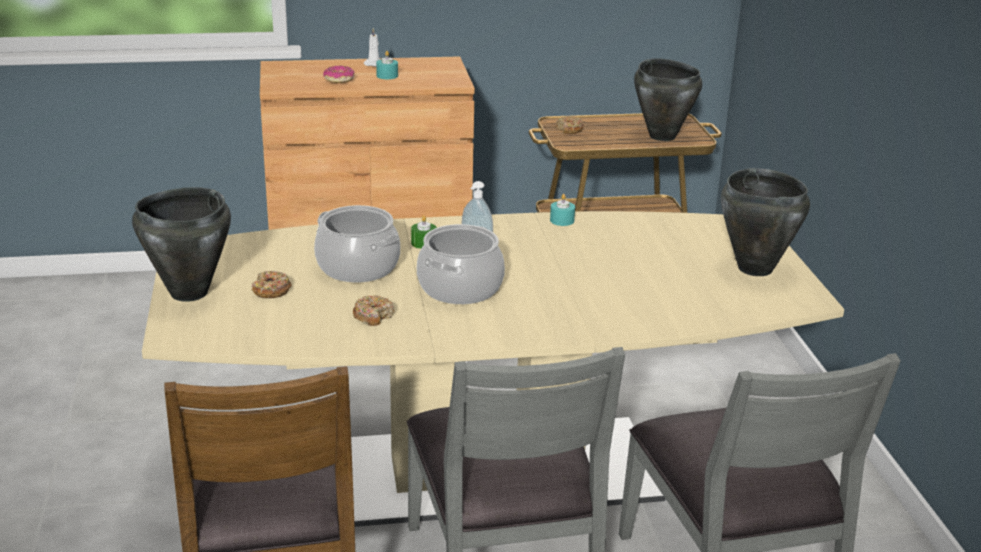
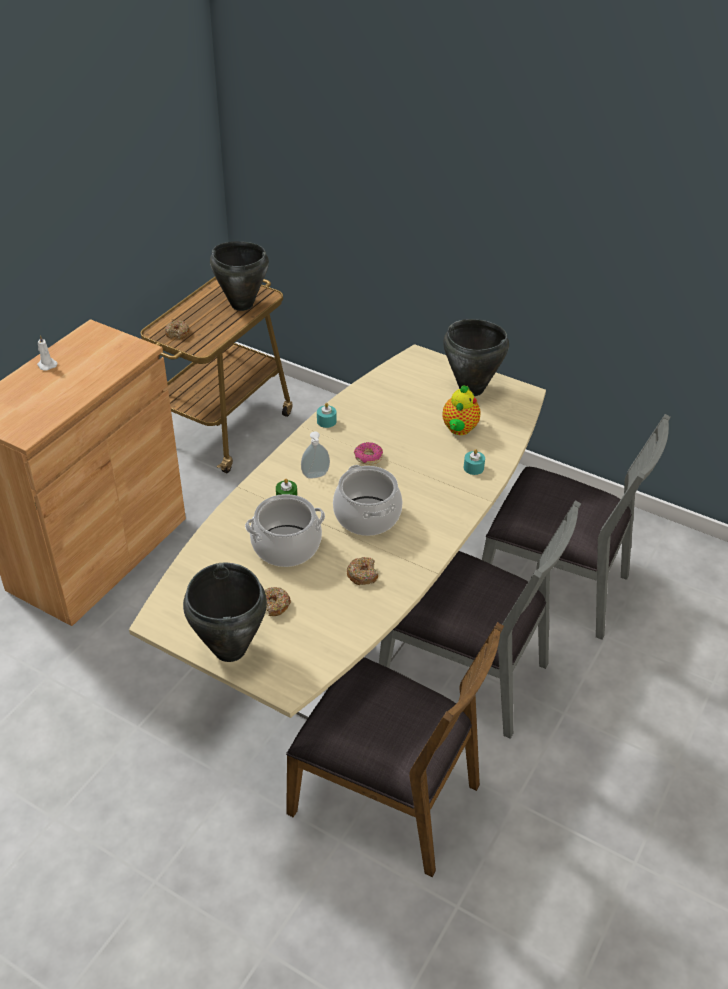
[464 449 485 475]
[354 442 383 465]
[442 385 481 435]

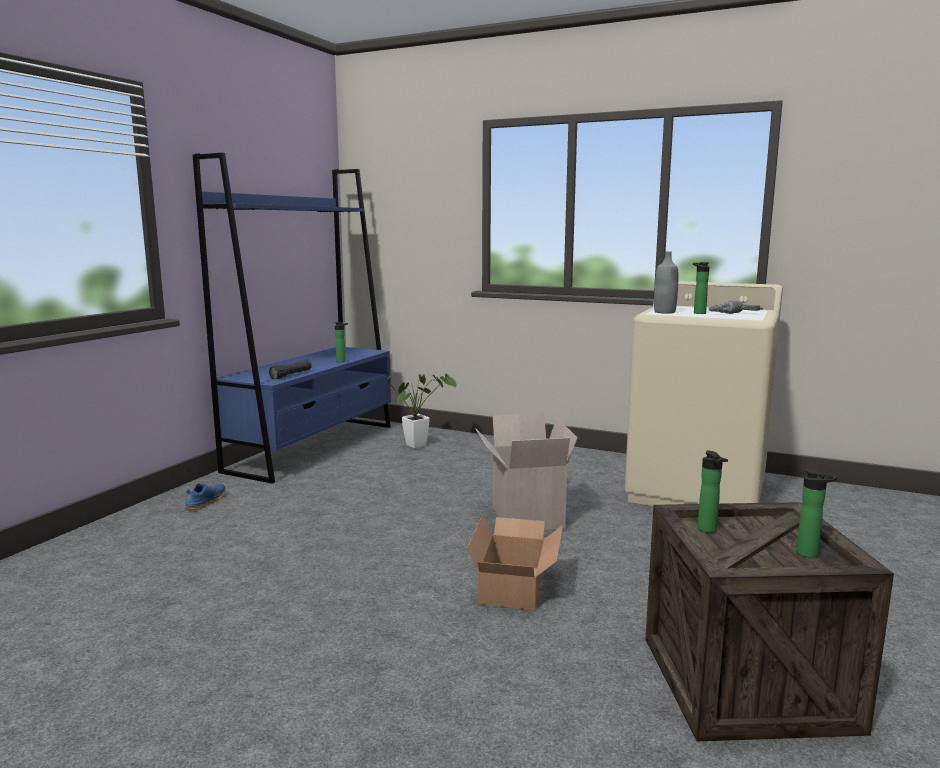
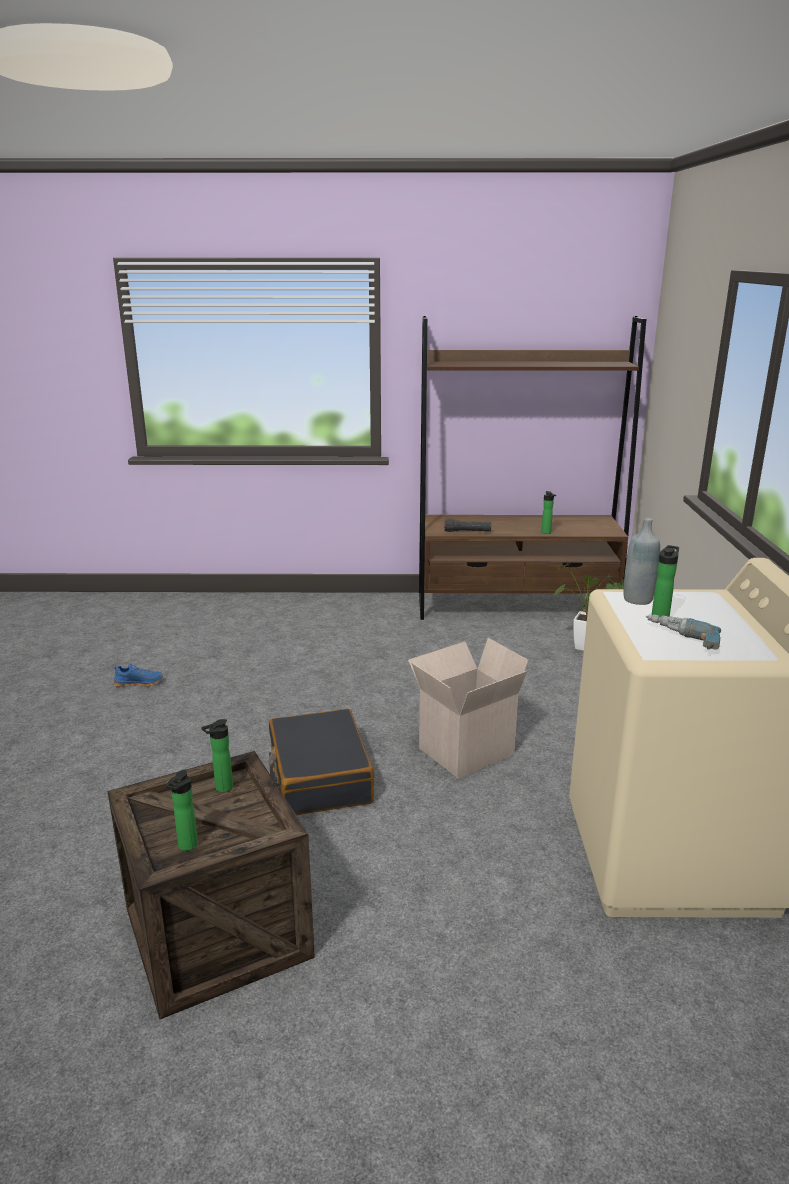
[419 316 646 620]
[112 663 163 687]
[268 709 374 815]

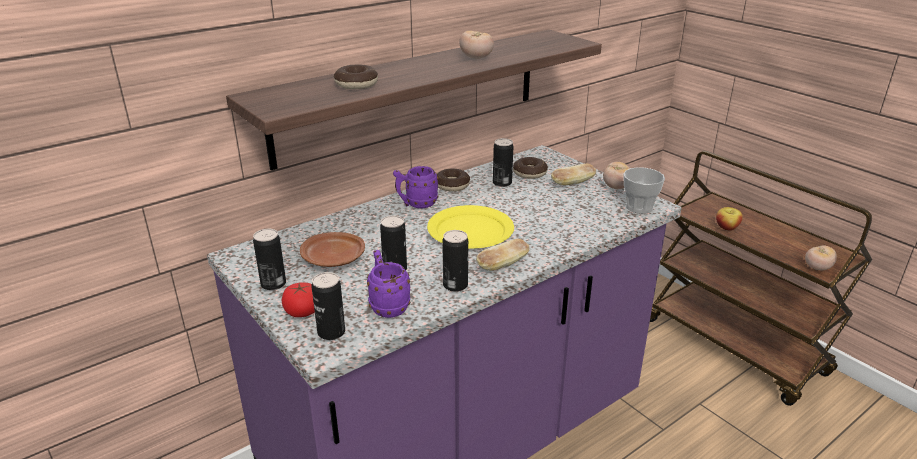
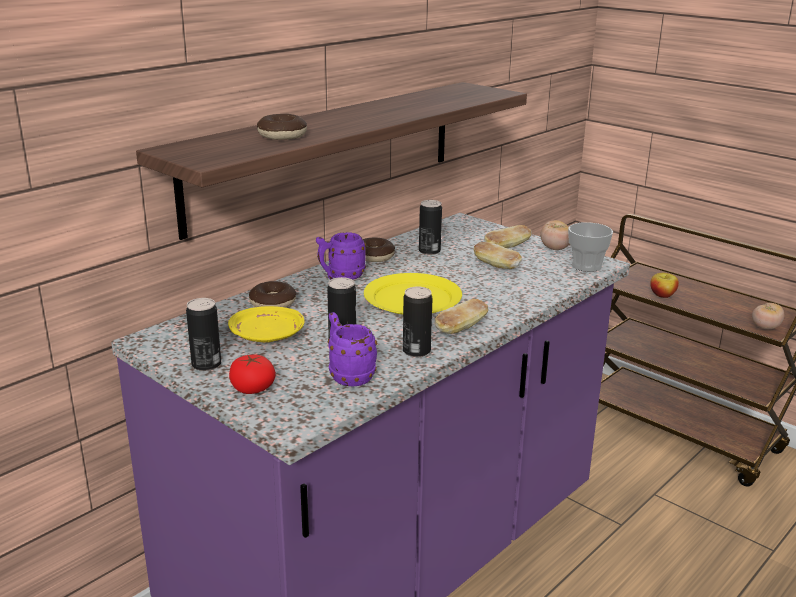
[459 31 494 59] (first image)
[249 281 296 308]
[228 306 304 342]
[311 272 345 340] (first image)
[474 242 522 269]

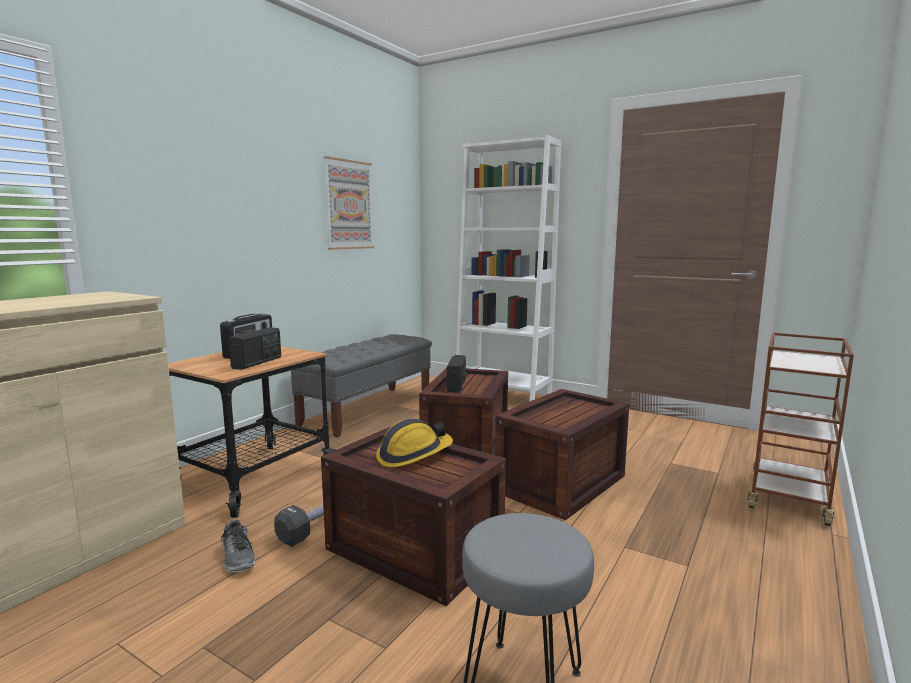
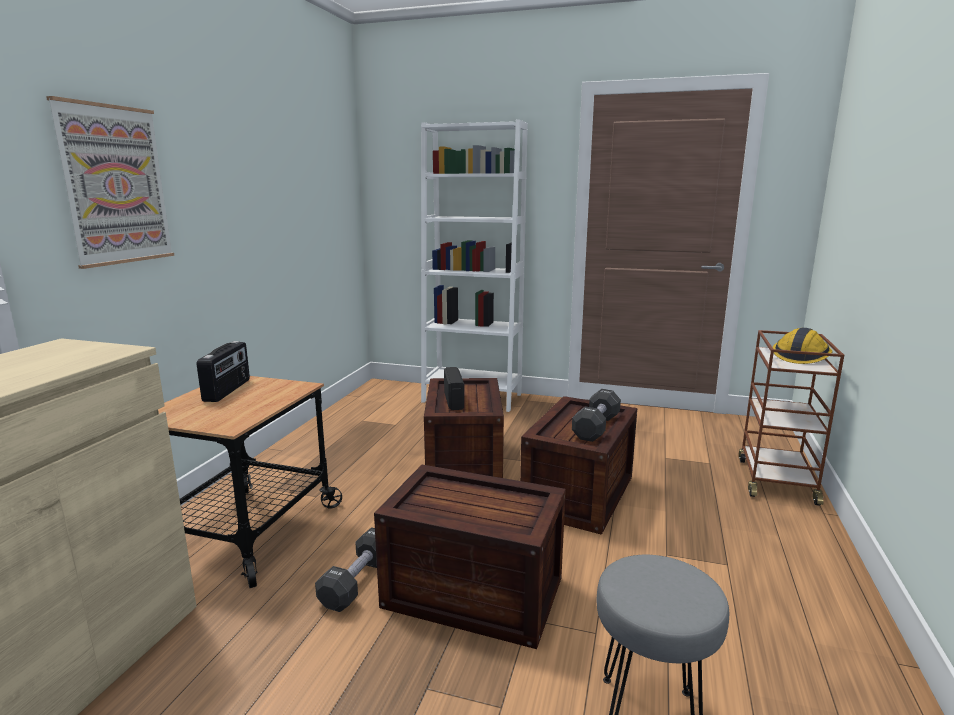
[46 96 174 269]
[228 327 281 370] (first image)
[291 334 432 438] (first image)
[773 328 832 364]
[221 520 255 572] (first image)
[572 389 621 442]

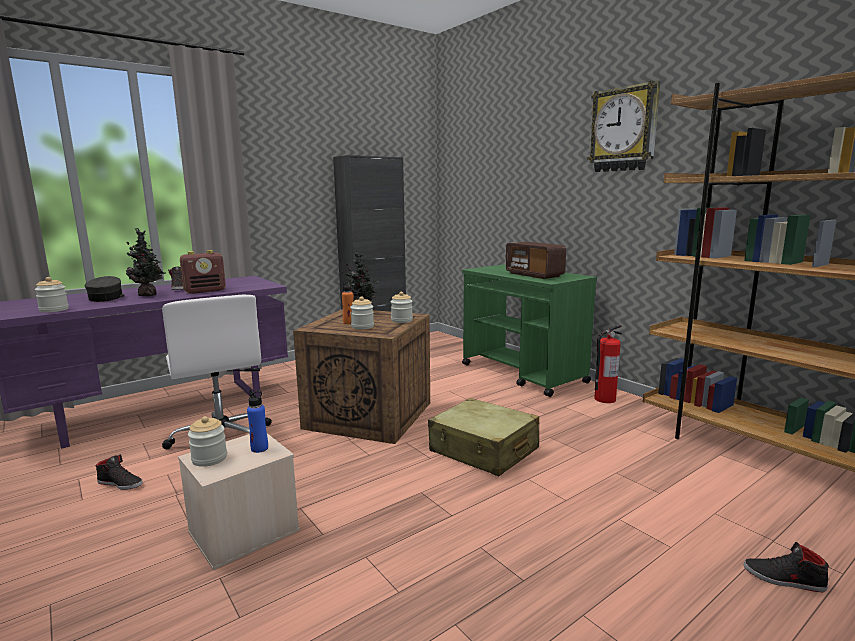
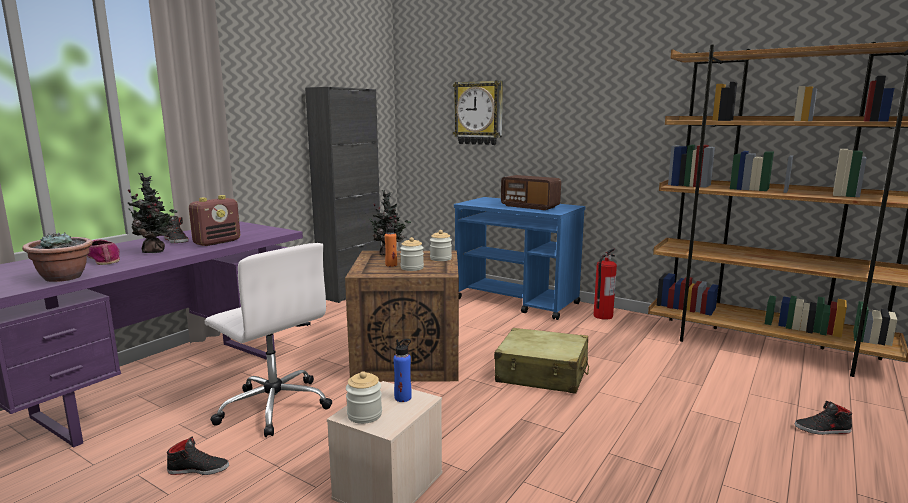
[453 80 503 145]
[454 197 585 320]
[87 239 120 265]
[22 232 93 282]

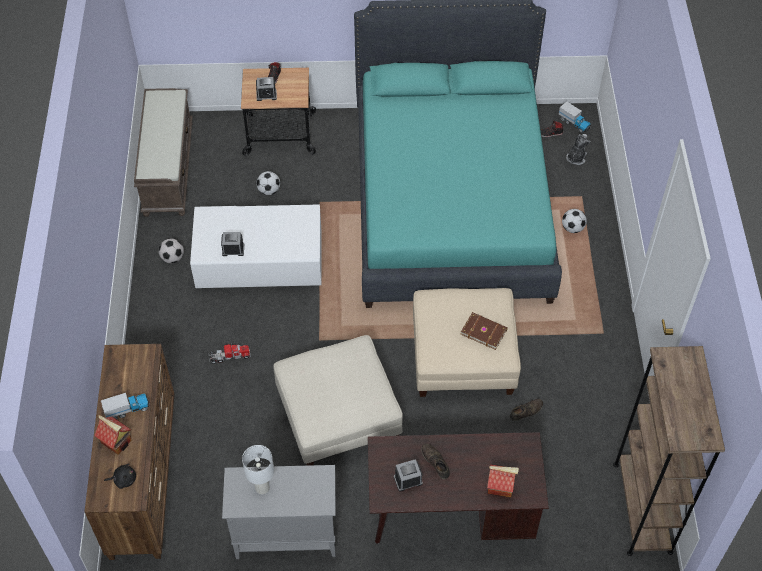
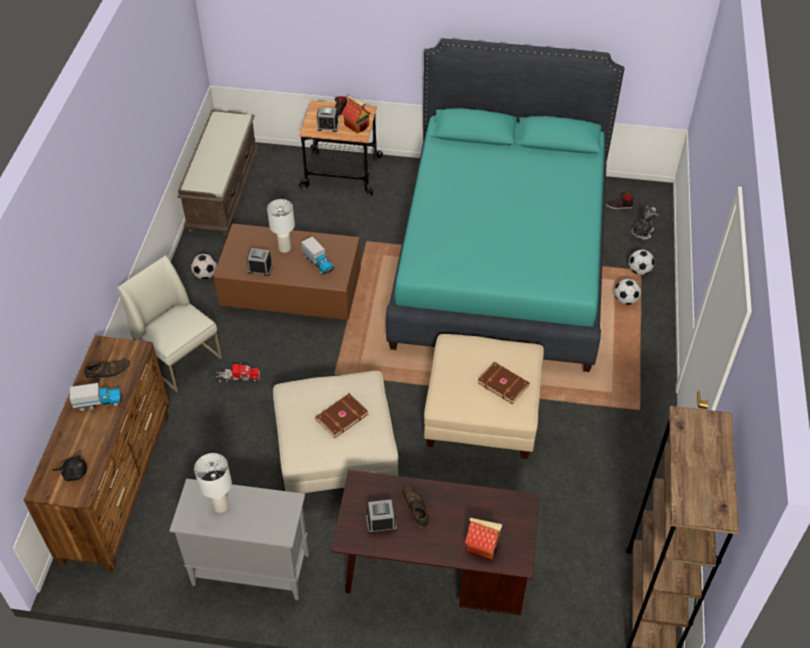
[301 237 334 275]
[629 250 655 275]
[214 224 361 320]
[85 359 130 380]
[342 96 371 134]
[267 199 295 253]
[117 255 222 392]
[315 394 369 438]

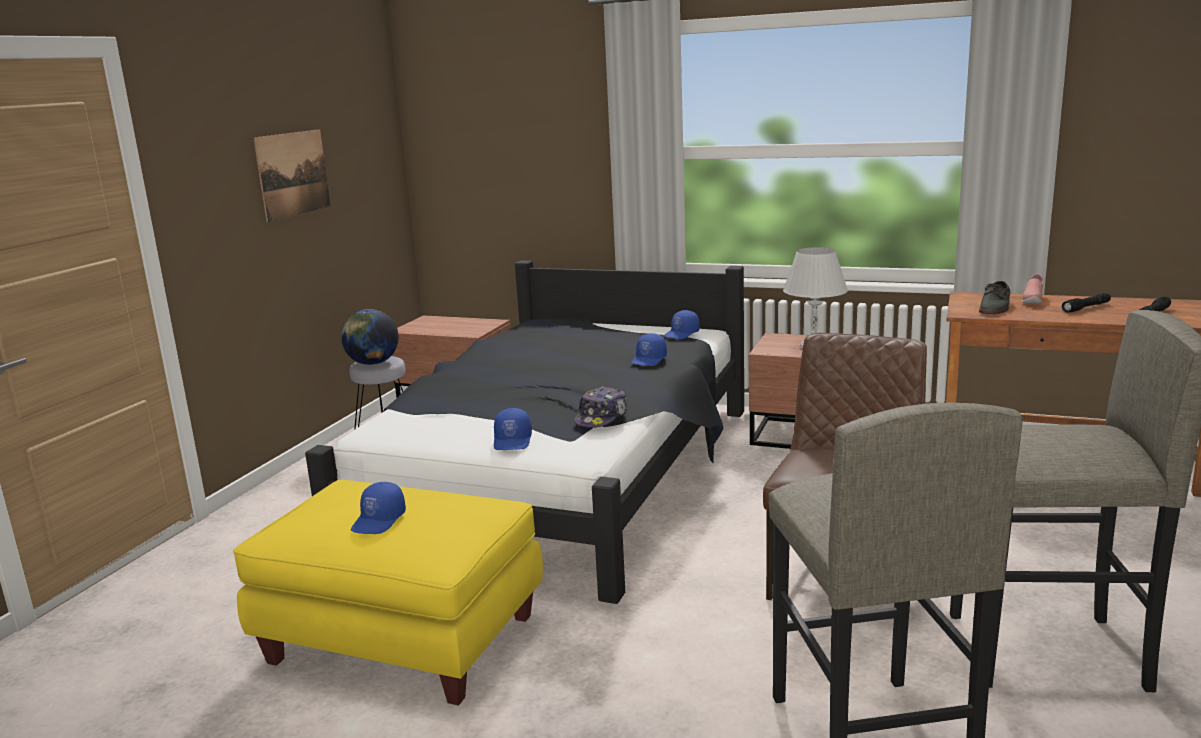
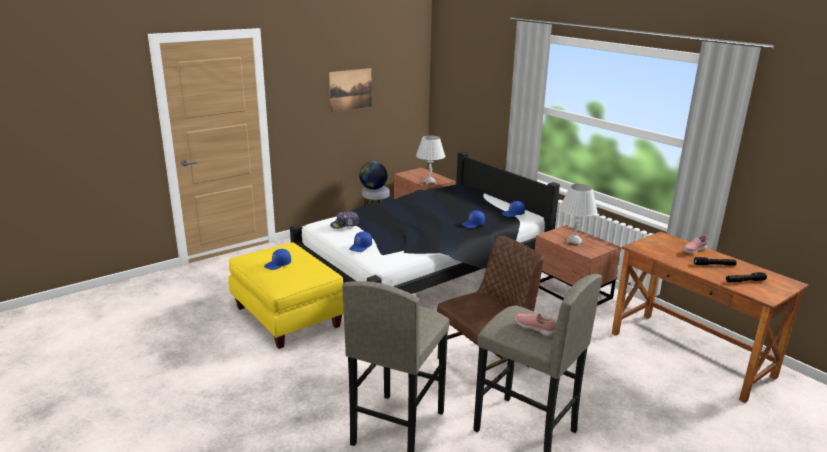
[979 281 1010 314] (first image)
[330 211 359 229]
[416 136 445 185]
[515 314 555 336]

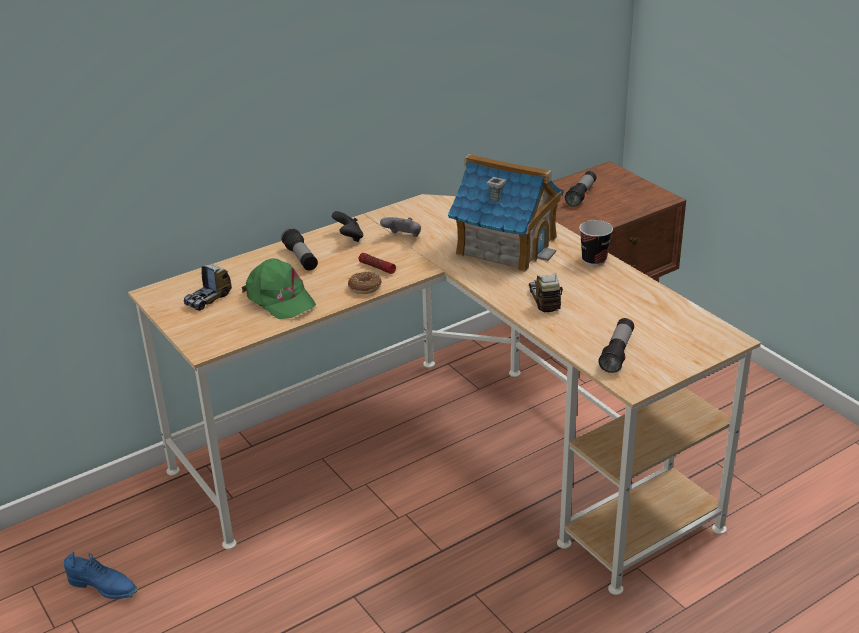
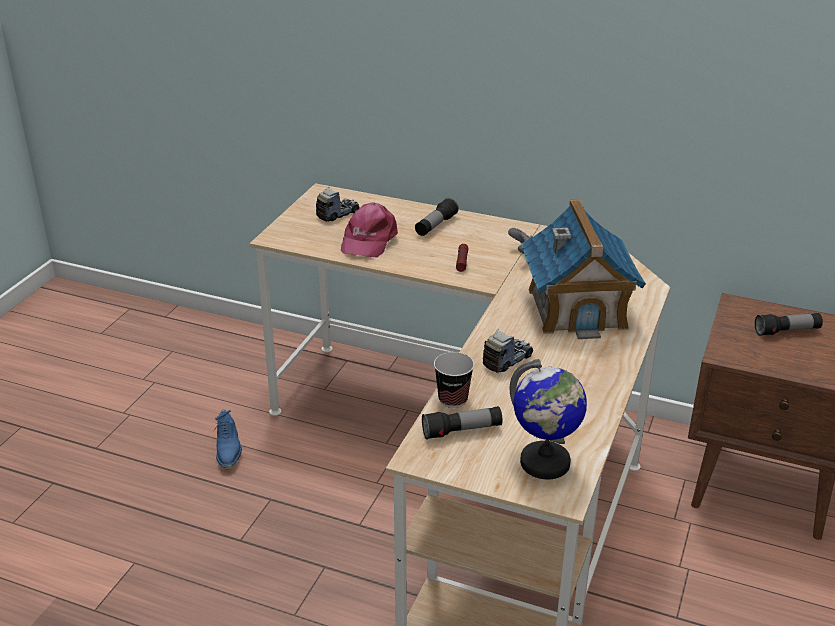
[332 211 363 242] (first image)
[434 352 474 408]
[341 202 398 257]
[316 187 359 222]
[348 271 382 294] (first image)
[214 409 242 468]
[510 359 587 479]

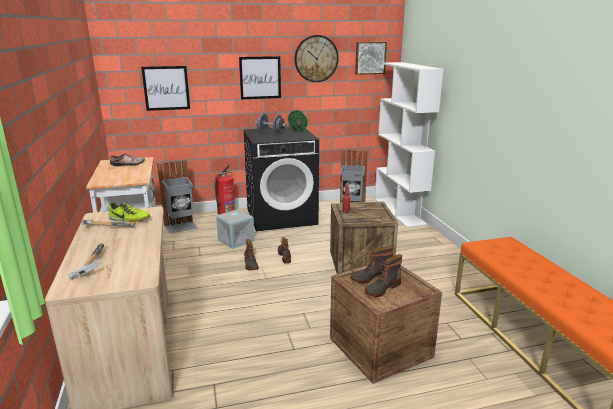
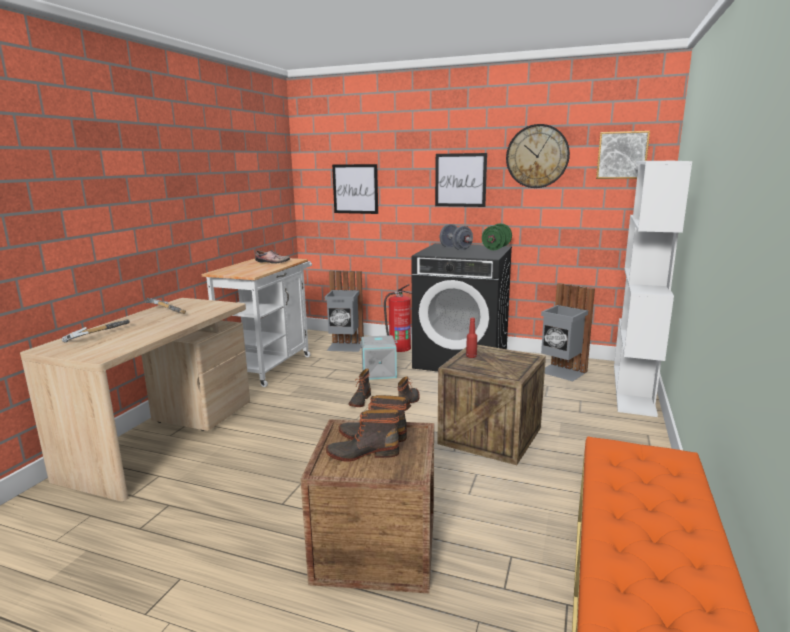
[109 202 150 222] (first image)

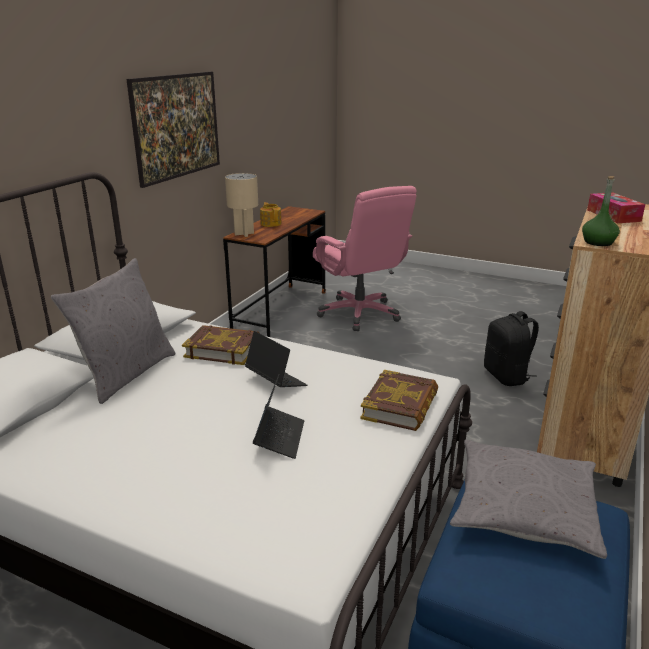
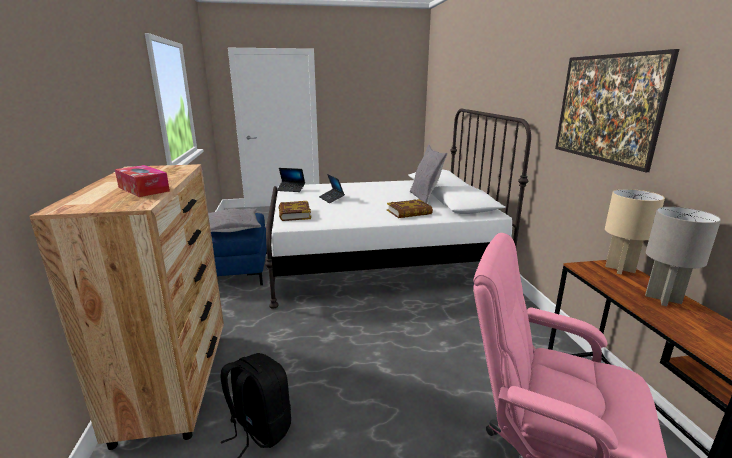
[582 176 620 246] (first image)
[645 207 721 306]
[277 168 305 192]

